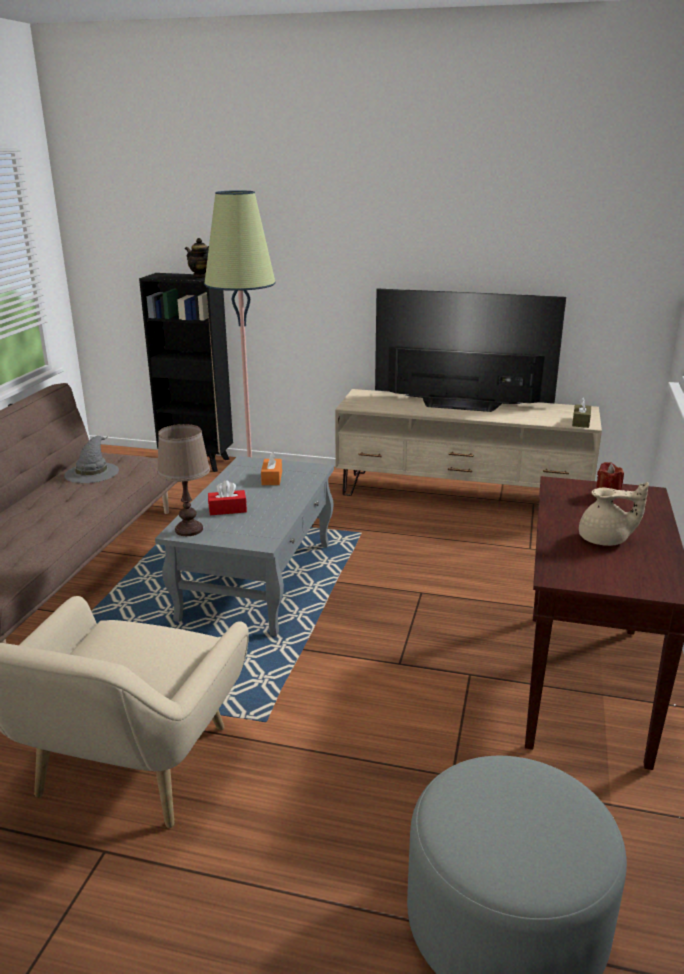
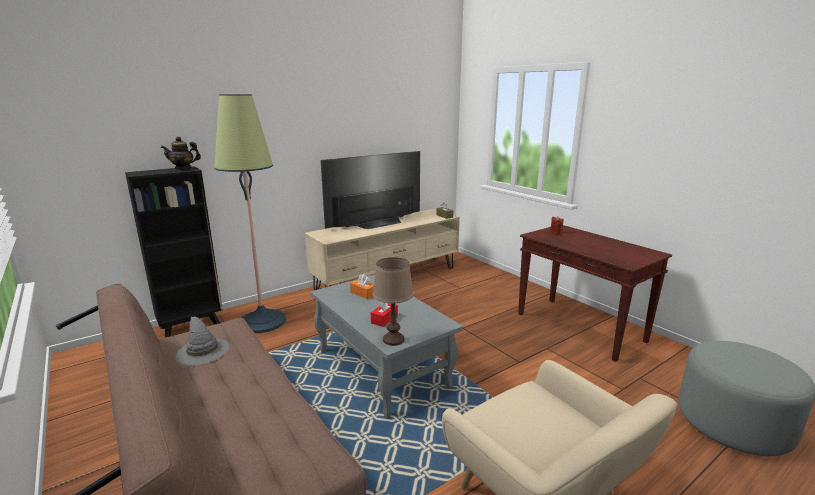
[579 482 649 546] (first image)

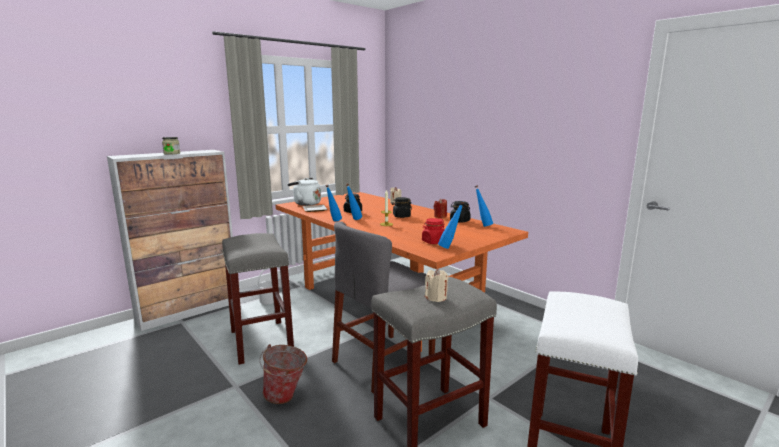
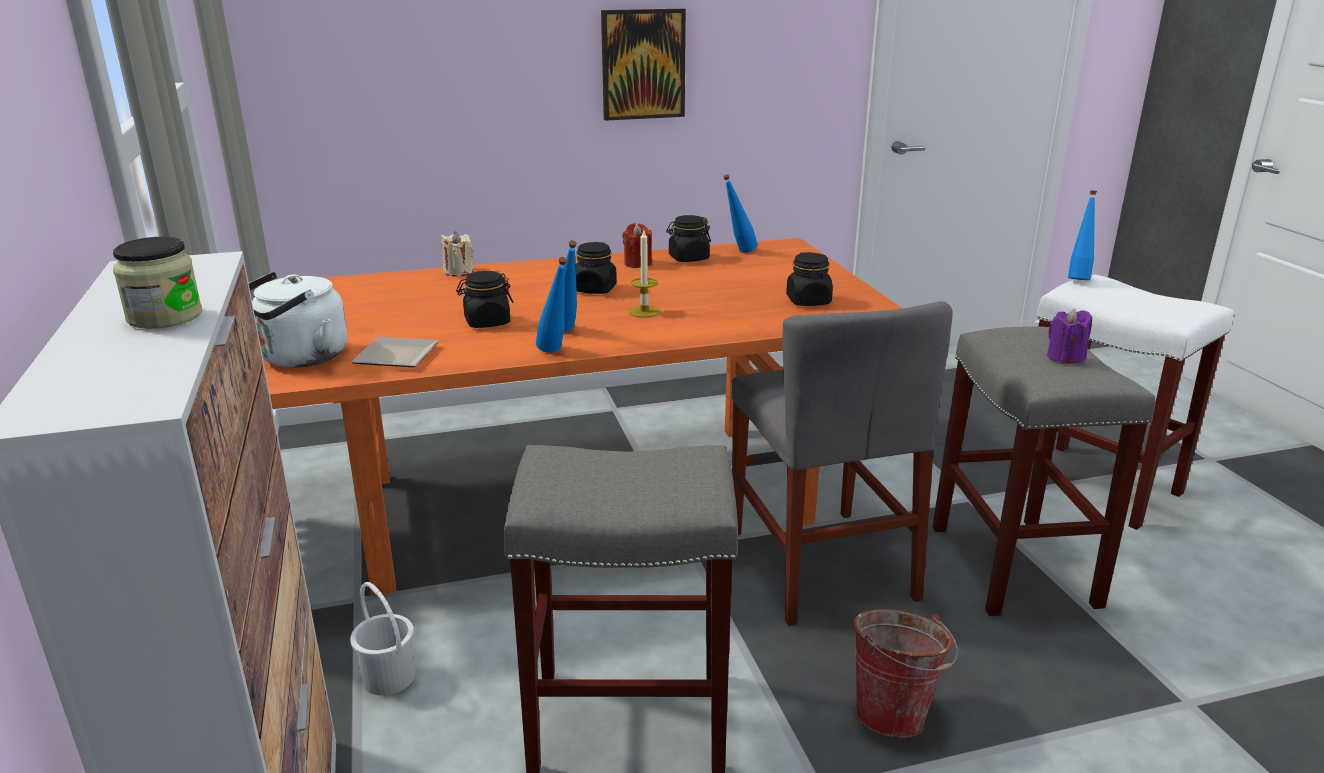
[1068 191 1097 280]
[786 252 833 306]
[1047 308 1092 364]
[601 9 686 121]

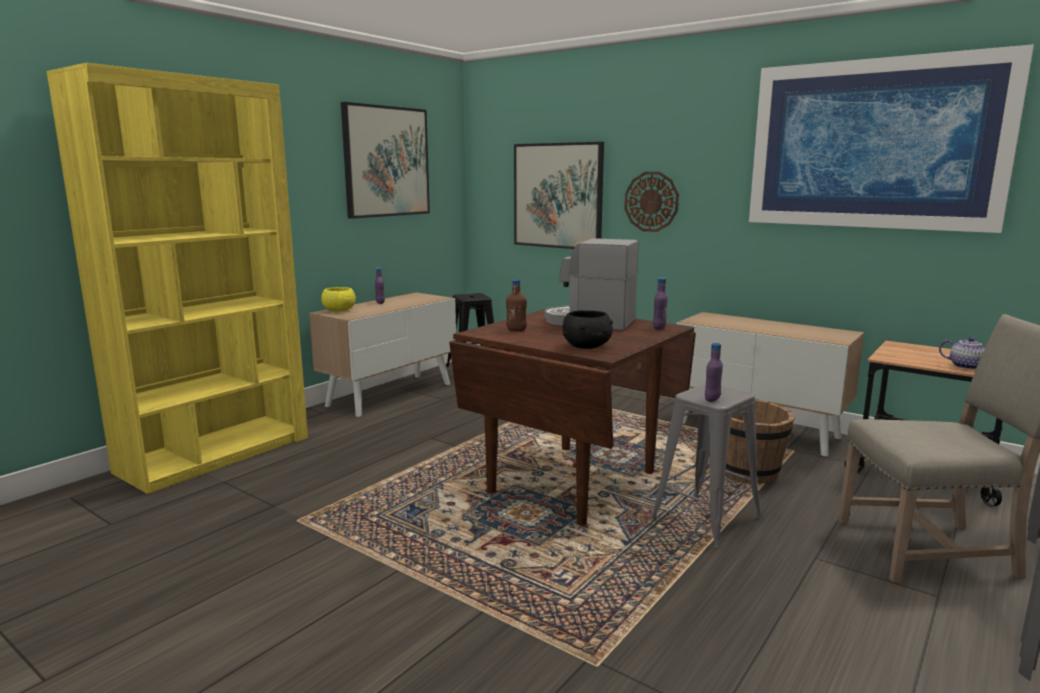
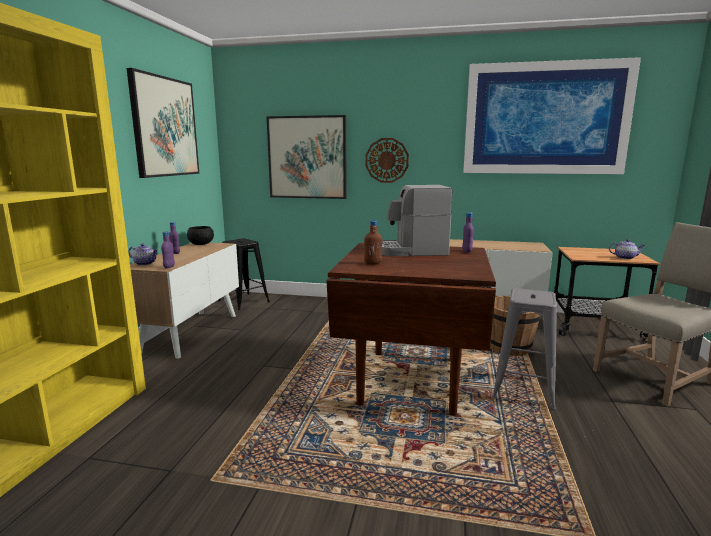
[128 243 158 266]
[187 226 214 245]
[161 231 175 269]

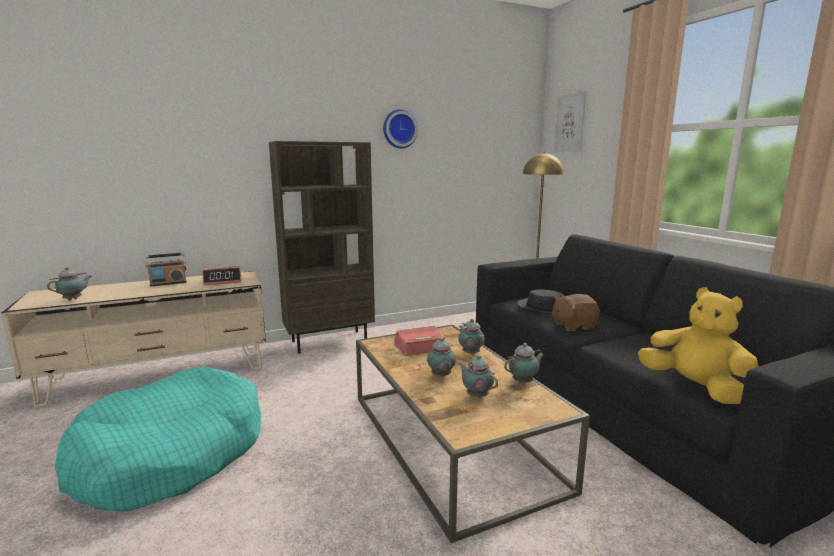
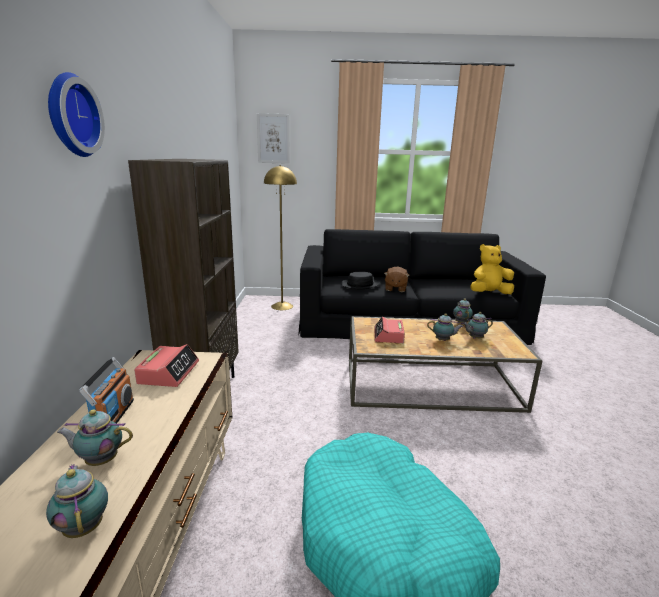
[48 72 105 157]
[57 409 133 466]

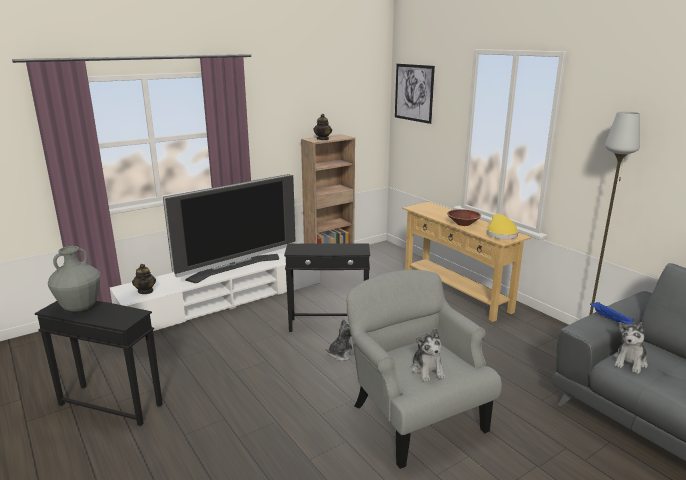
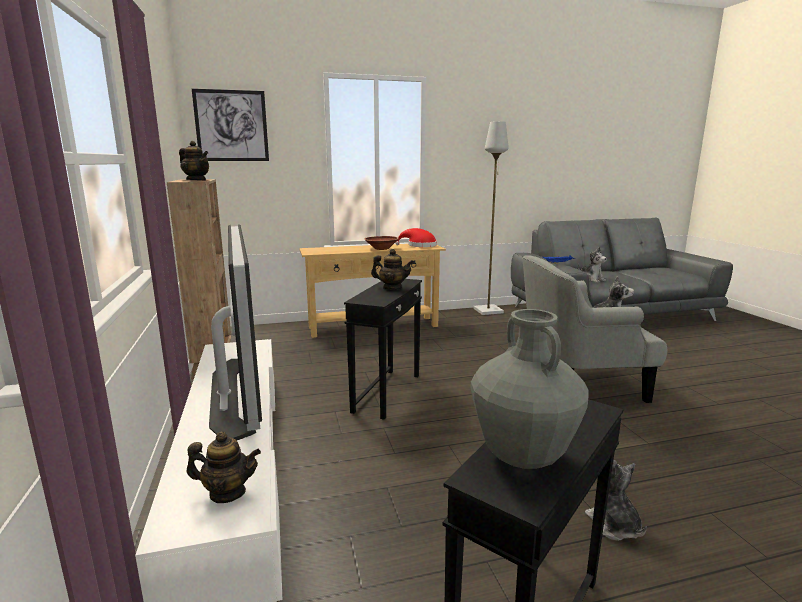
[396 228 437 247]
[585 460 647 541]
[371 249 414 290]

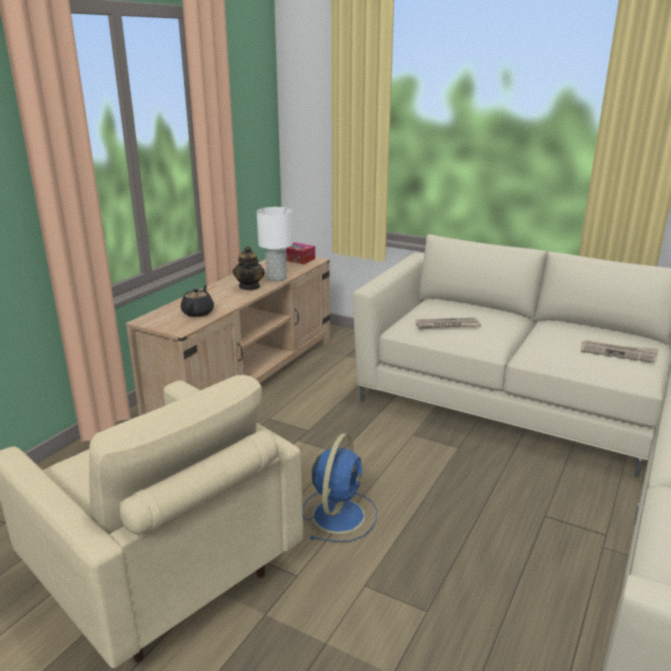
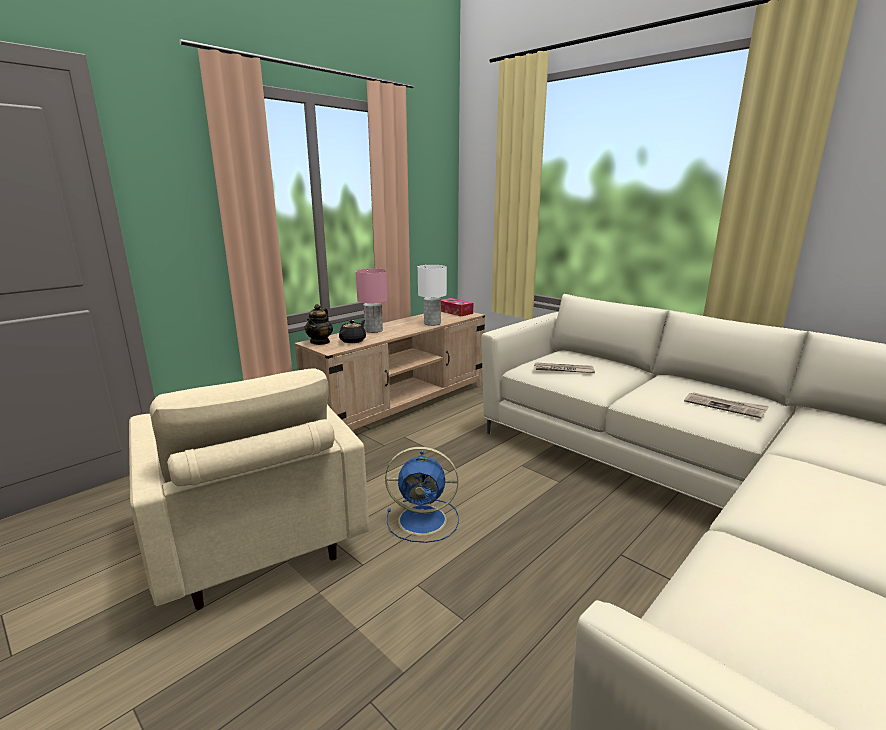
[305 304 333 345]
[385 447 459 543]
[356 269 388 333]

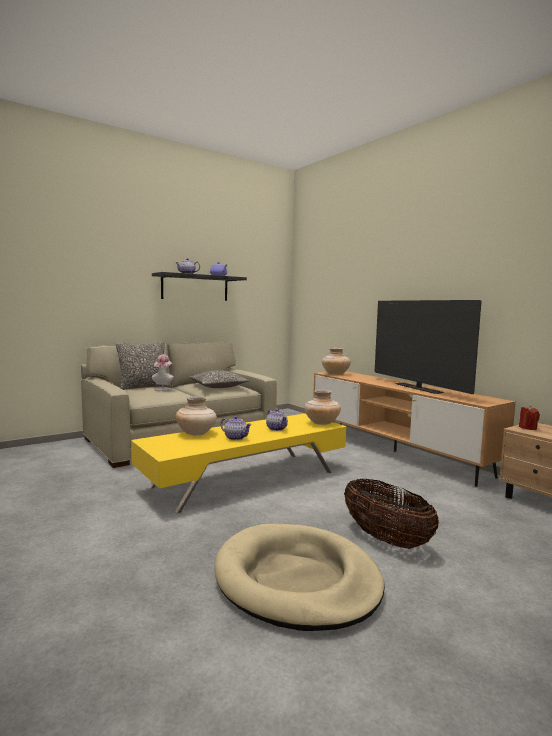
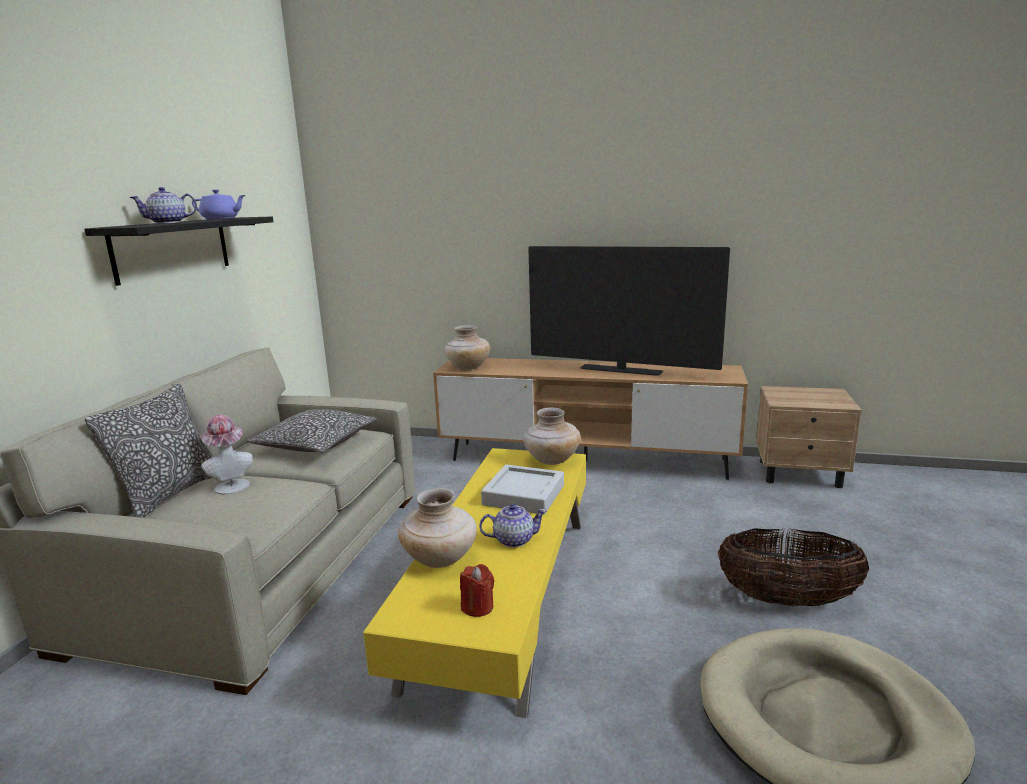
[460 564 494 617]
[481 464 564 515]

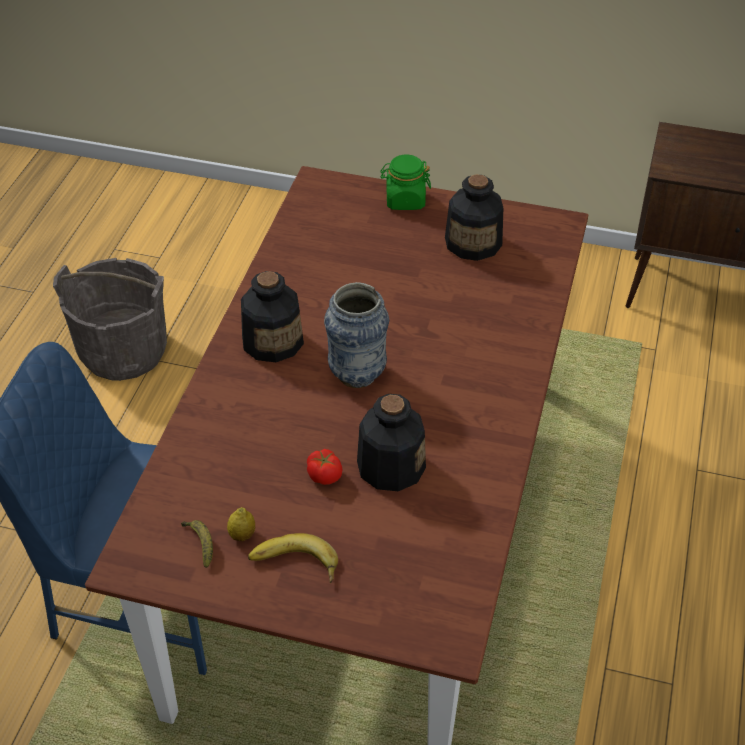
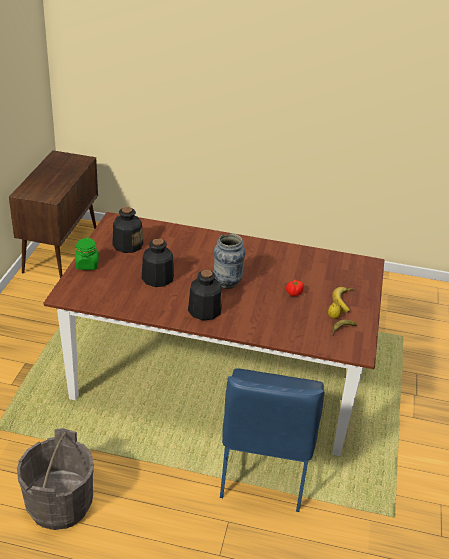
[142 239 174 287]

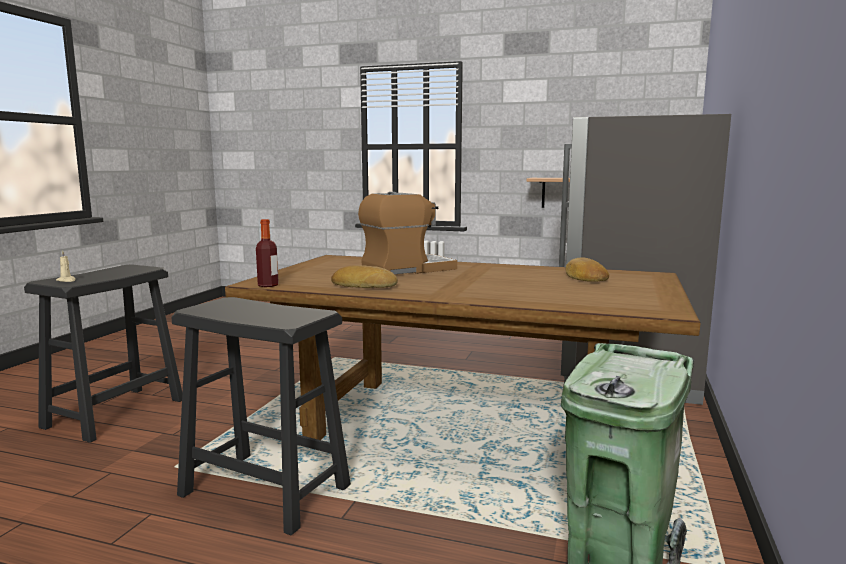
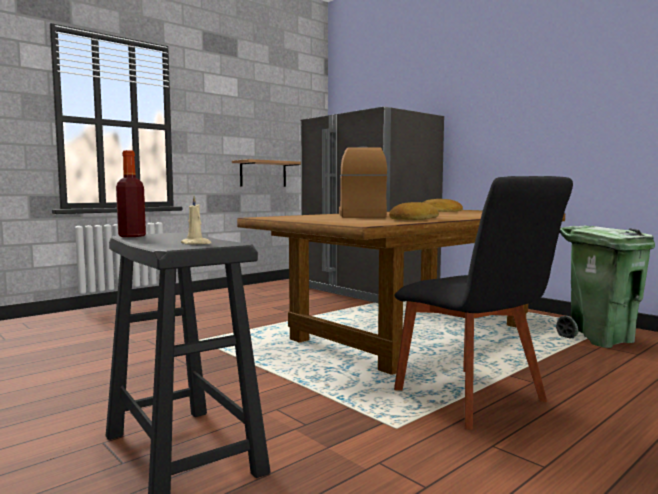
[116 150 146 237]
[394 176 573 430]

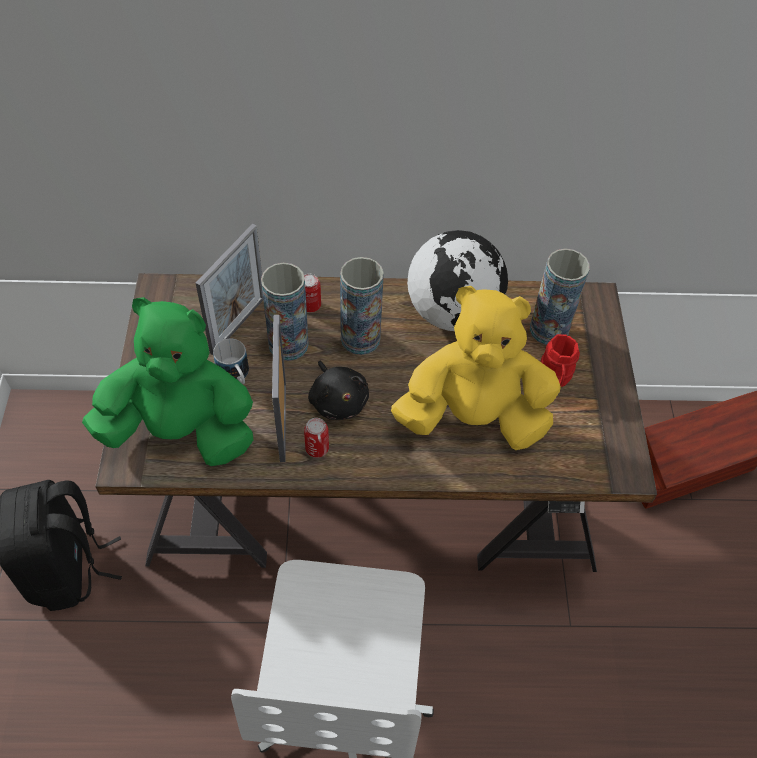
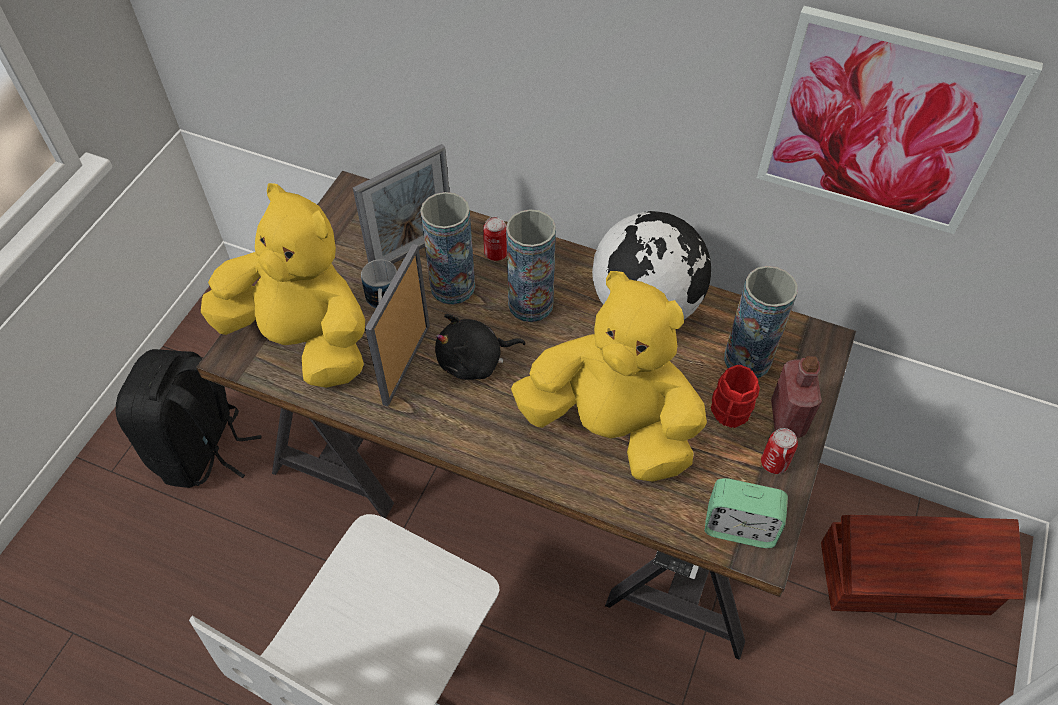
[201 183 365 388]
[435 314 526 380]
[761 428 798 474]
[757 6 1043 234]
[771 356 822 438]
[705 478 788 548]

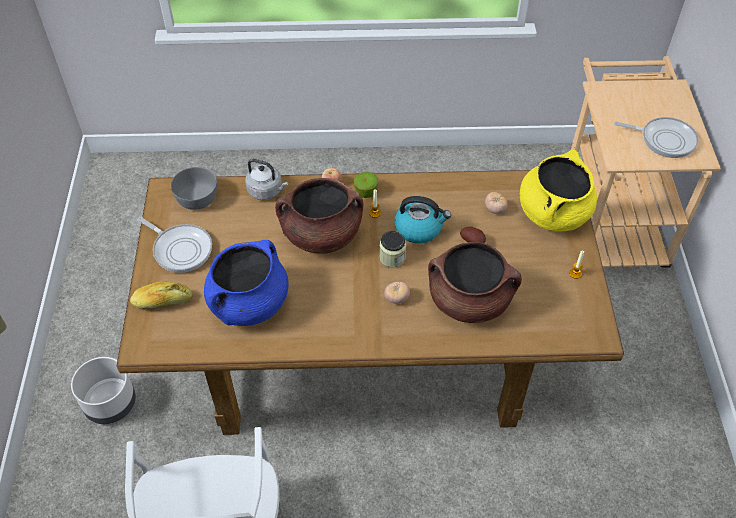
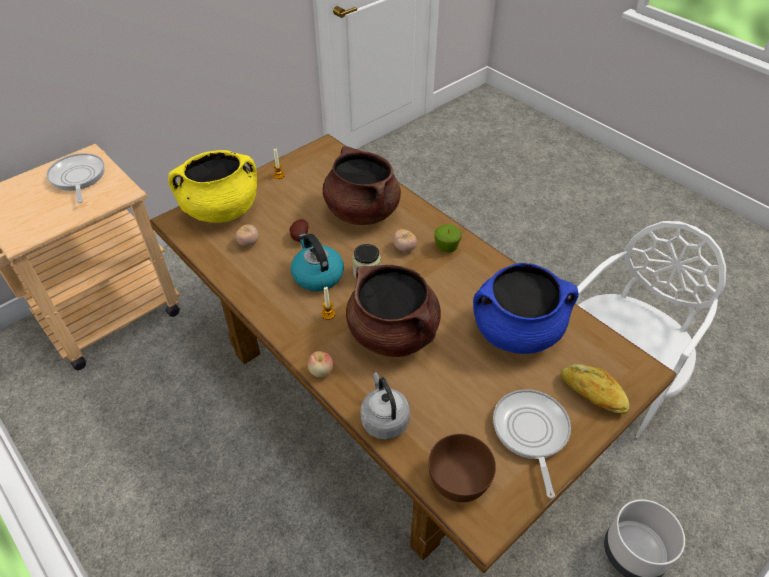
[428 434 496 502]
[435 224 462 253]

